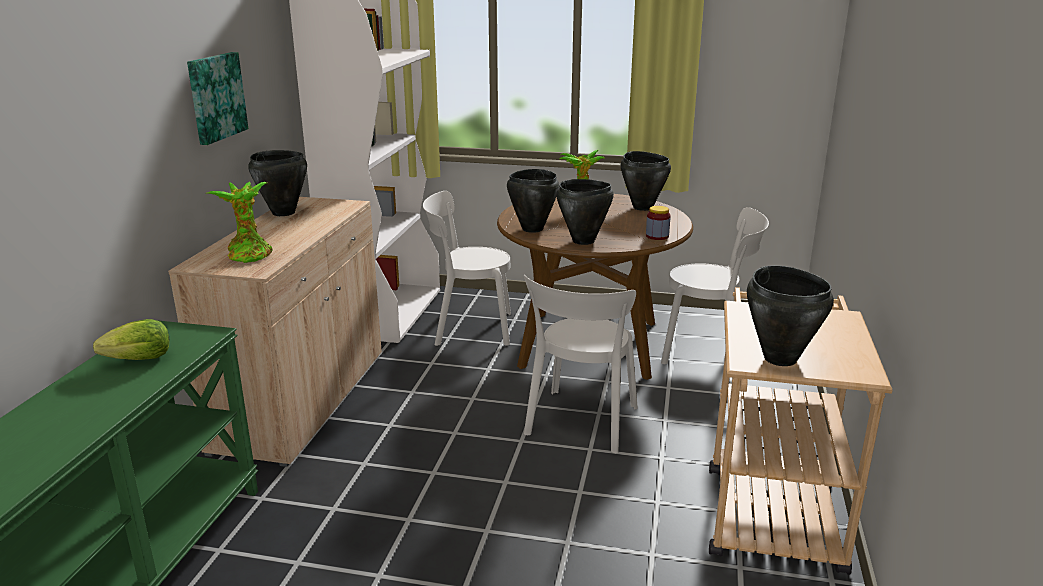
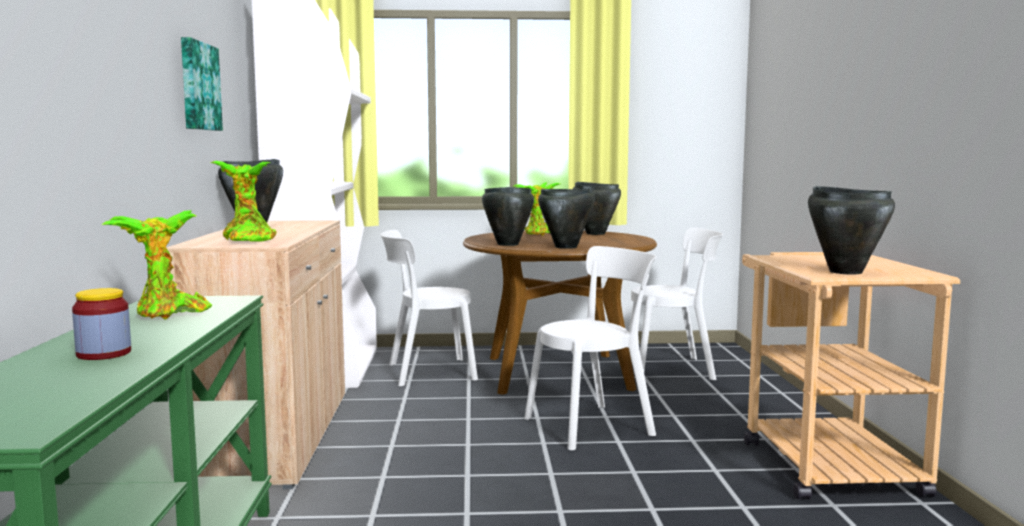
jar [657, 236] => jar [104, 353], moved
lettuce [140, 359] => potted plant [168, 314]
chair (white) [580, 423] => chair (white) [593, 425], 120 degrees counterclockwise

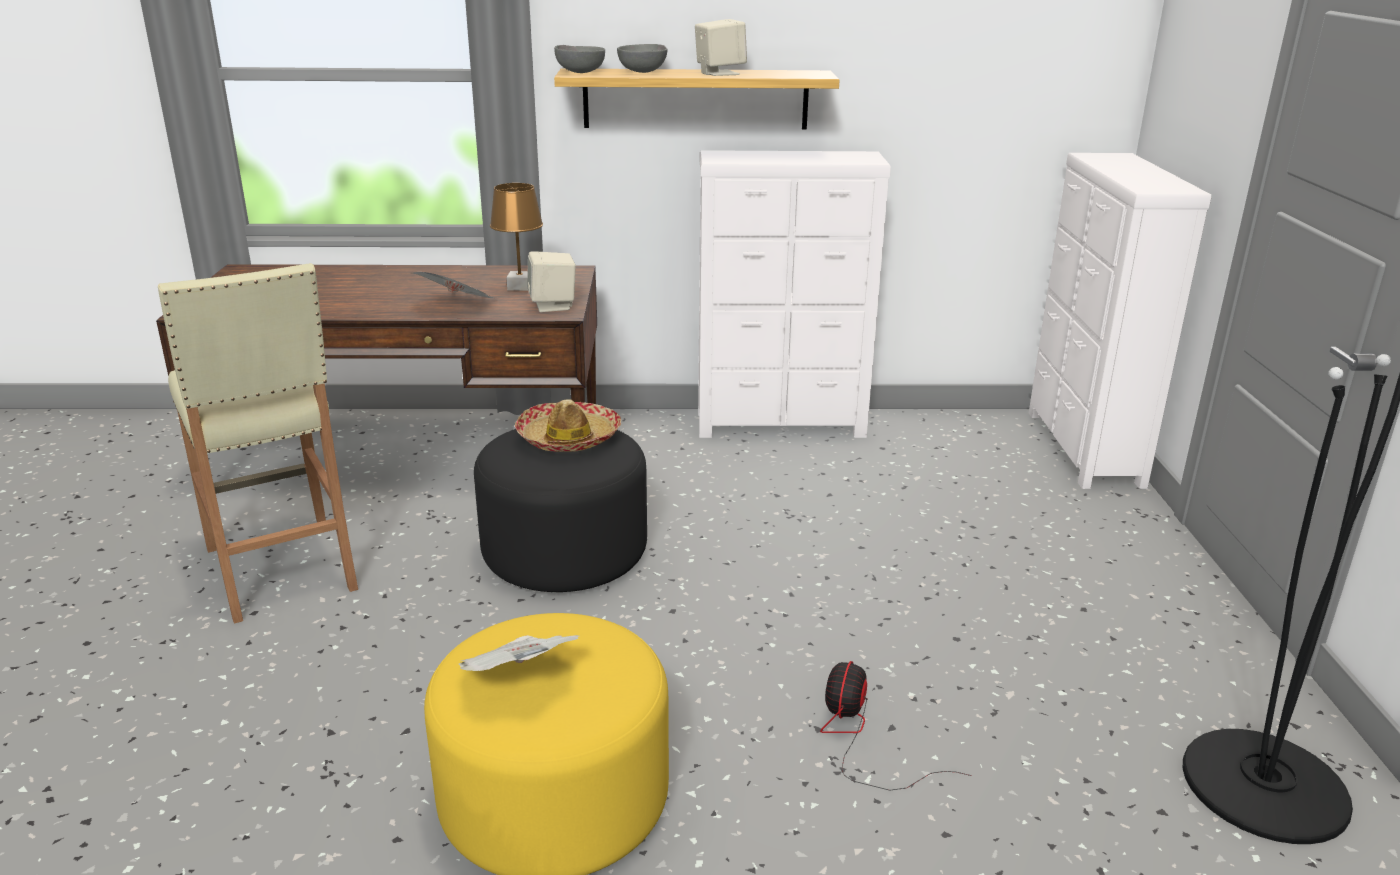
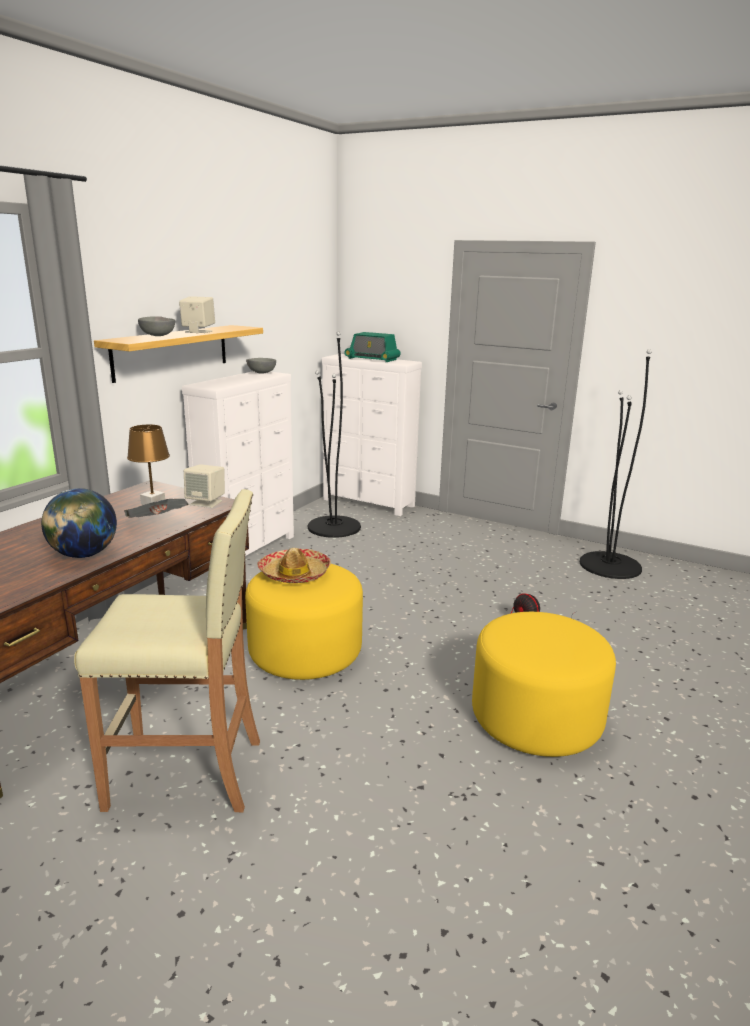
nothing => world globe [84, 555]
ottoman (black-coloured) [564, 553] => ottoman (yellow) [305, 652]
bowl (gray) [580, 72] => bowl (gray) [260, 373], moved
nothing => floor lamp (black-coloured) [334, 527]
nothing => radio [372, 359]
daily paper [520, 677] => nothing

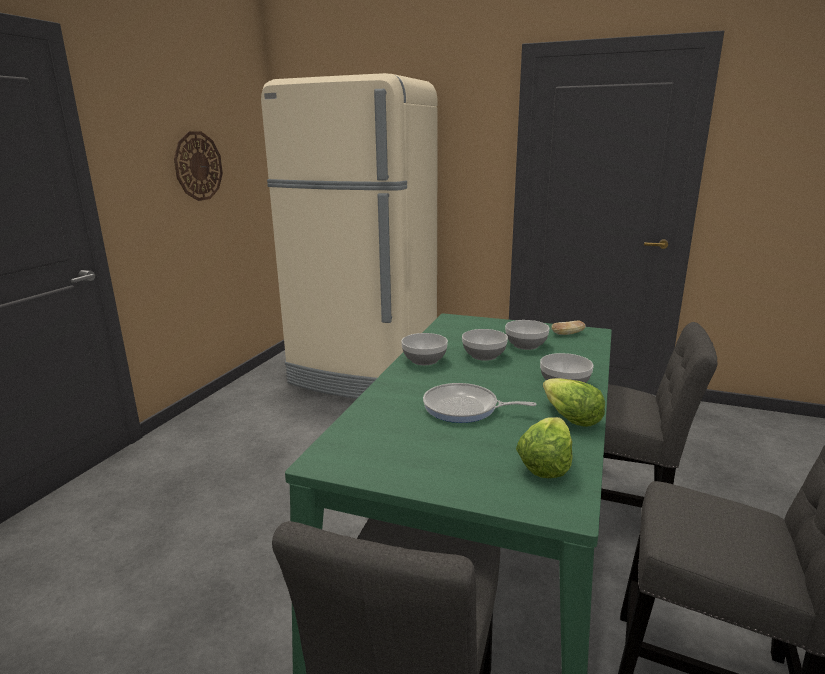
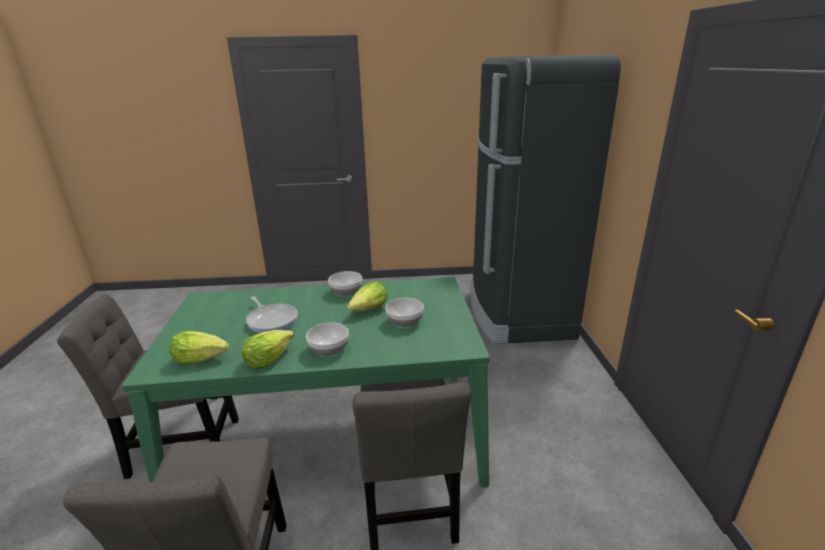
skillet [464, 408] => skillet [272, 320], 150 degrees clockwise
bowl [484, 355] => lettuce [369, 309]
fridge (beige-coloured) [363, 376] => fridge (black-coloured) [518, 314]
hanging clock [198, 166] => nothing
bakery bread [567, 334] => nothing

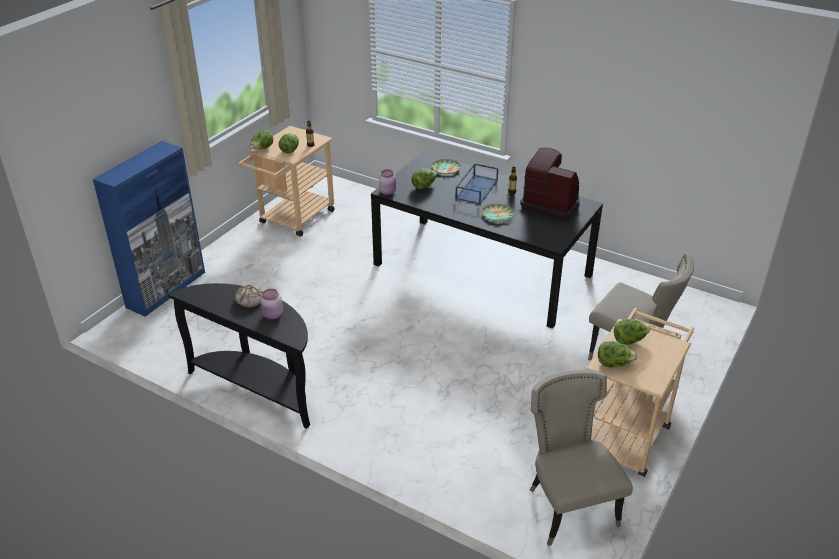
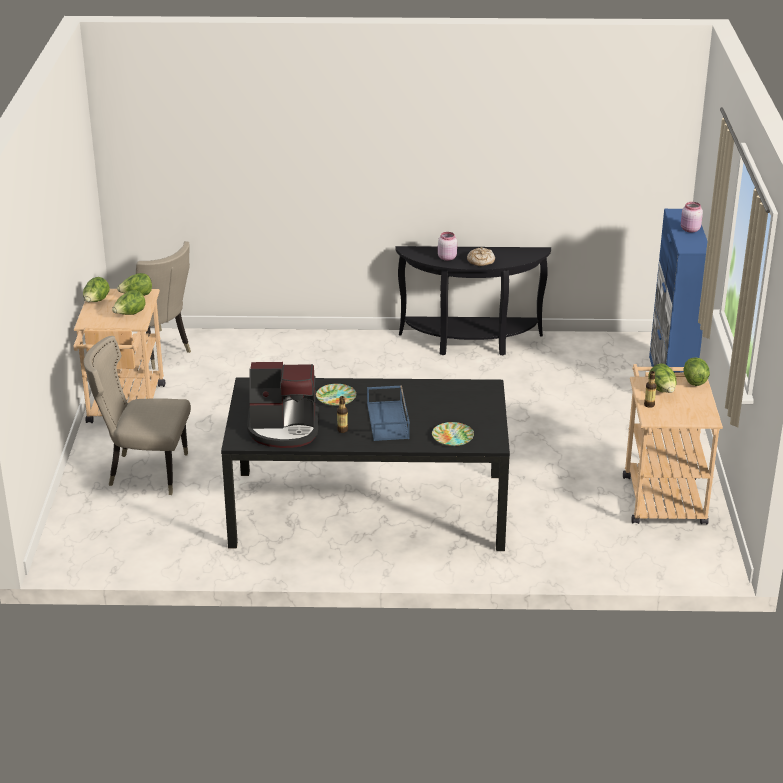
lettuce [424, 186] => lettuce [96, 301], moved
jar (pink) [388, 192] => jar (pink) [690, 230], moved

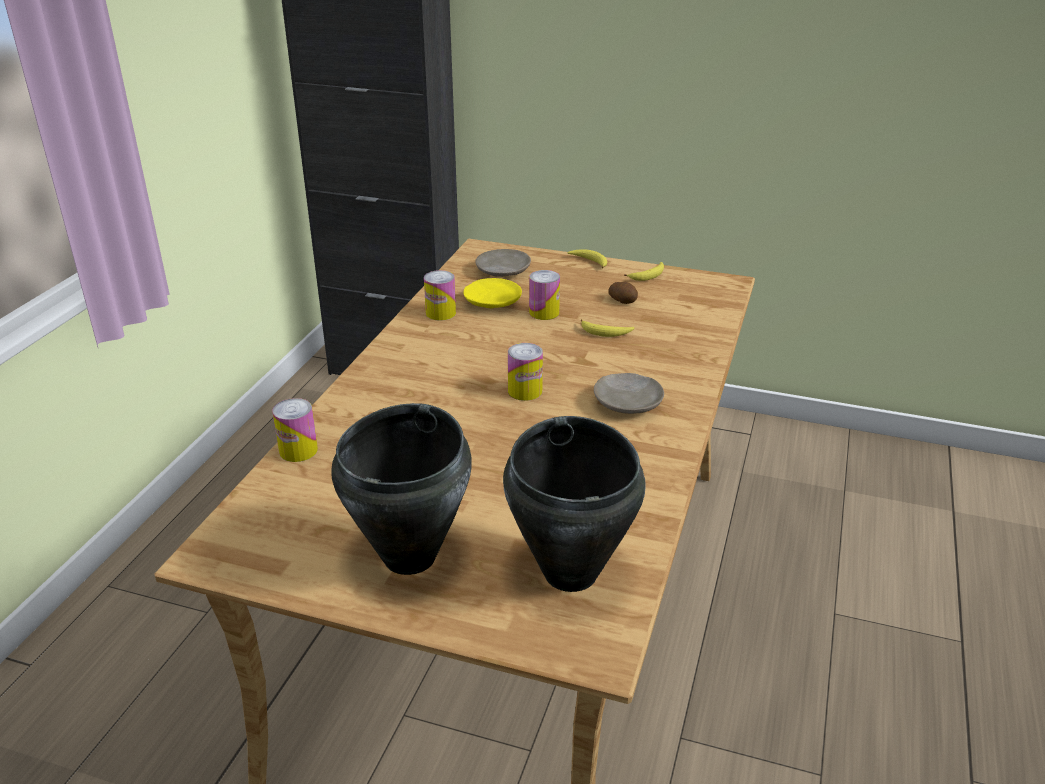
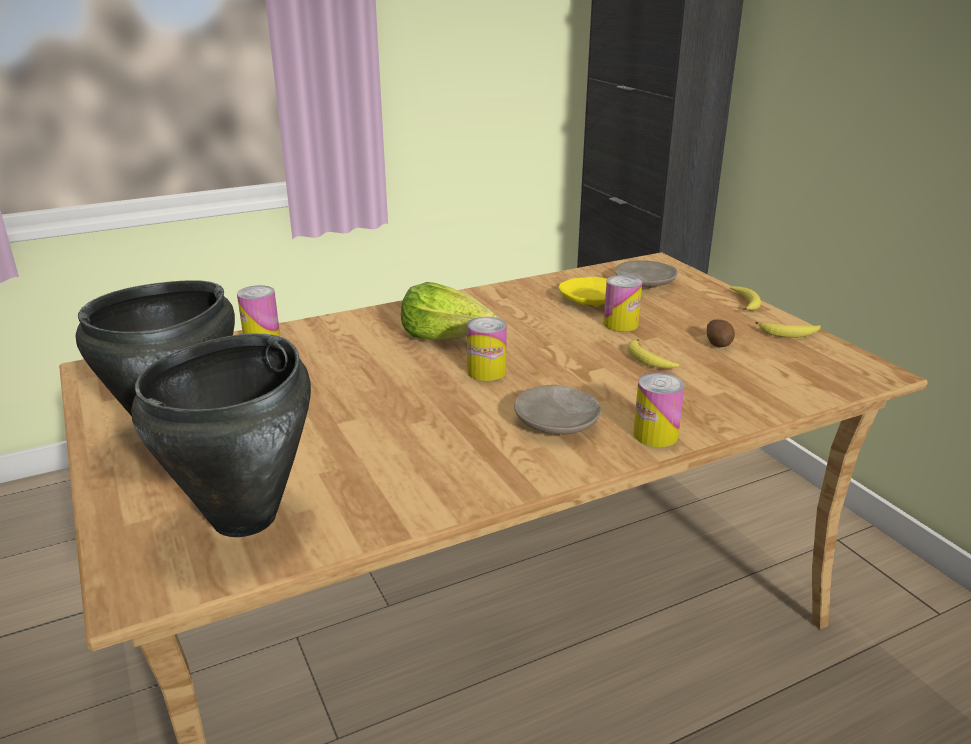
nothing => lettuce [446, 336]
can [440, 313] => can [655, 435], moved

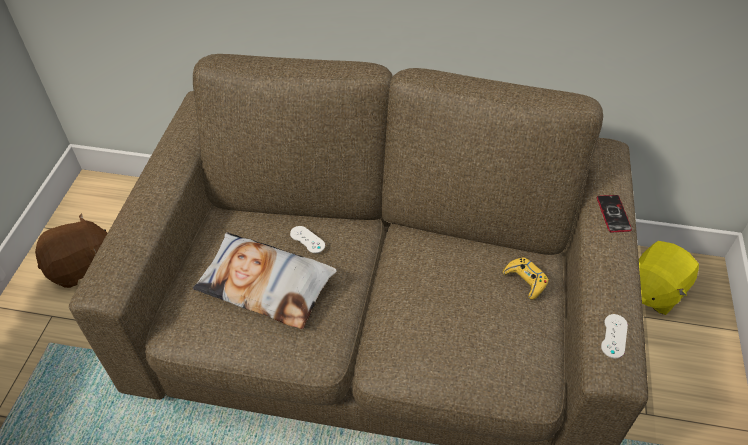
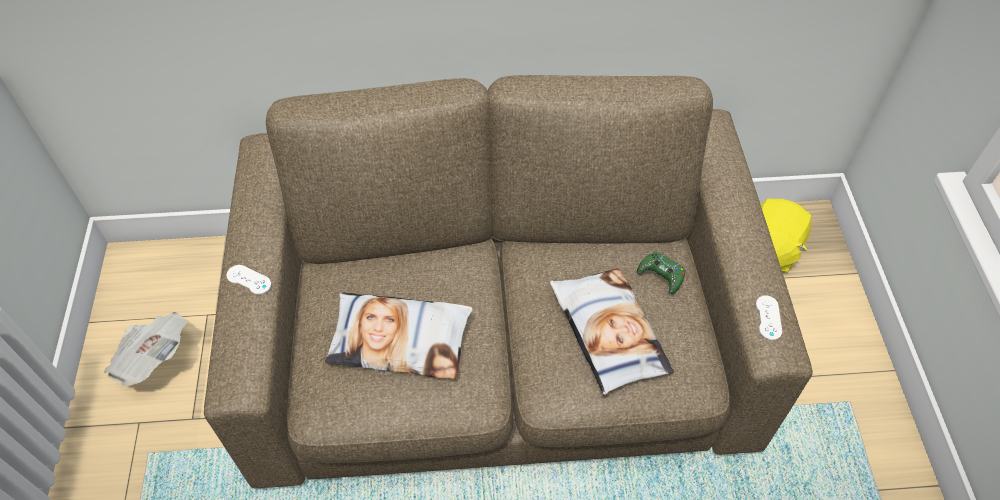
cuddly toy (brown-coloured) [82, 266] => daily paper [153, 358]
game controller (white) [307, 239] => game controller (white) [249, 280], moved
nothing => pillow [607, 333]
game controller (yellow) [525, 280] => game controller (green-coloured) [661, 275]
handset [613, 214] => nothing

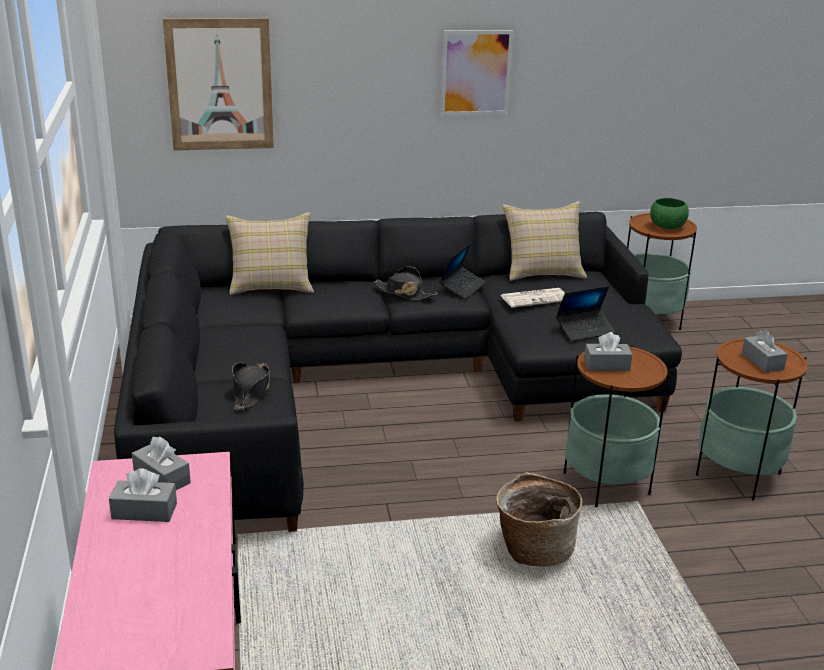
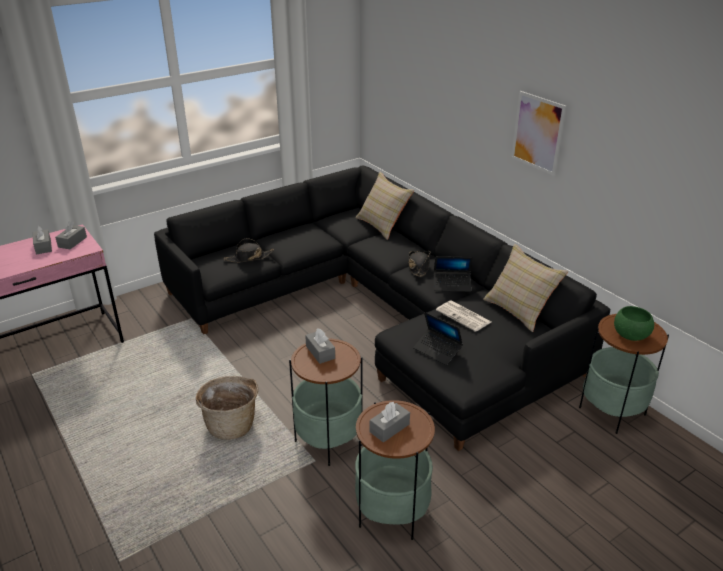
picture [220, 85] => nothing

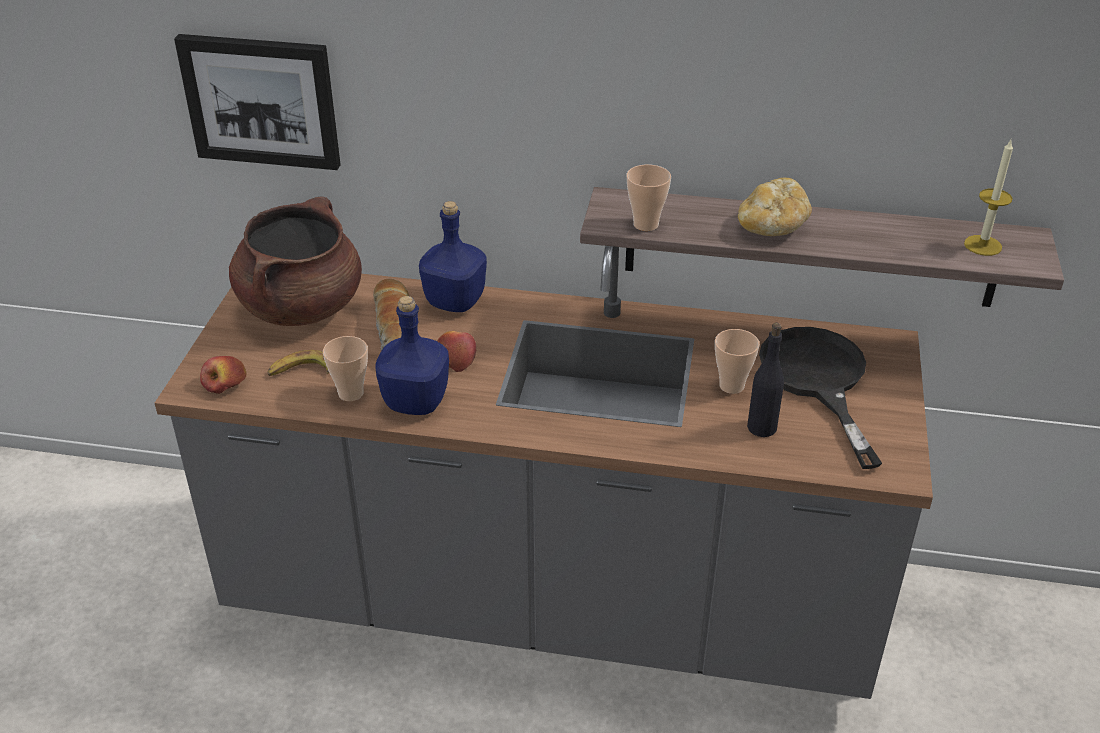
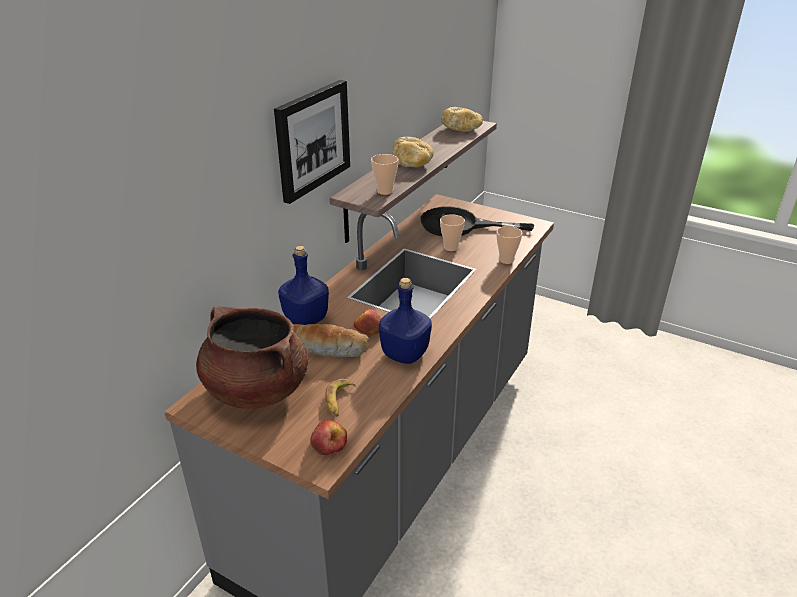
picture [261, 101] => picture [312, 139], moved
wax light [983, 245] => bakery bread [461, 129]
small cup [351, 393] => small cup [506, 260], moved
bottle (black-coloured) [762, 427] => nothing

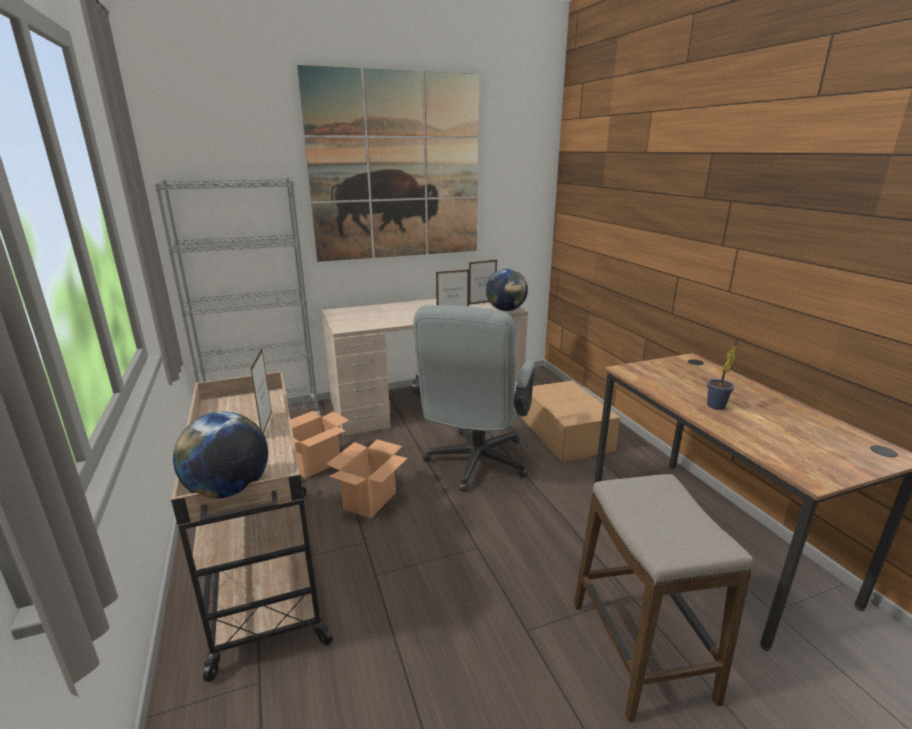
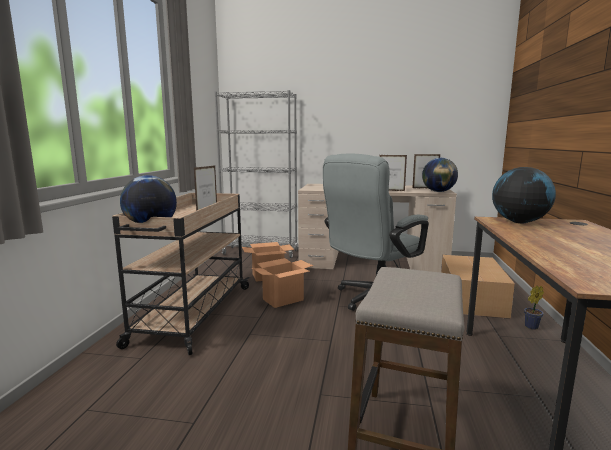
nothing => world globe [519, 222]
potted plant [715, 407] => potted plant [530, 327], moved
picture [396, 168] => nothing

